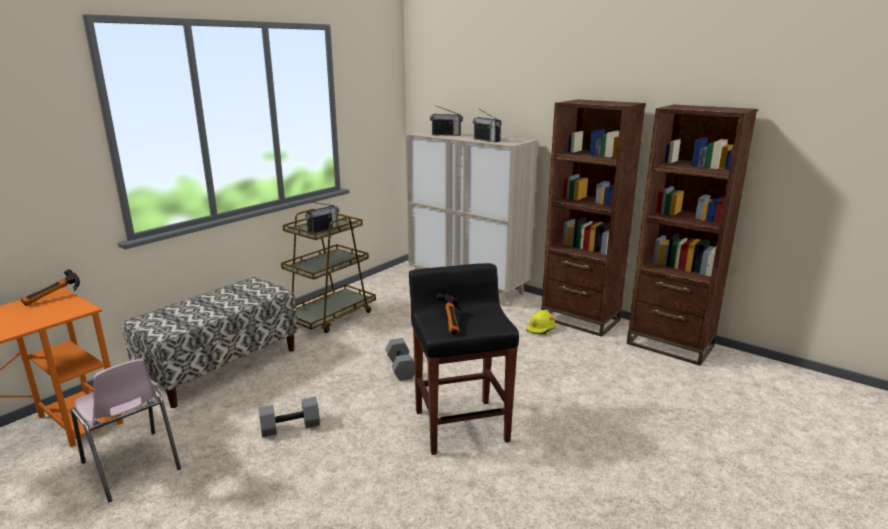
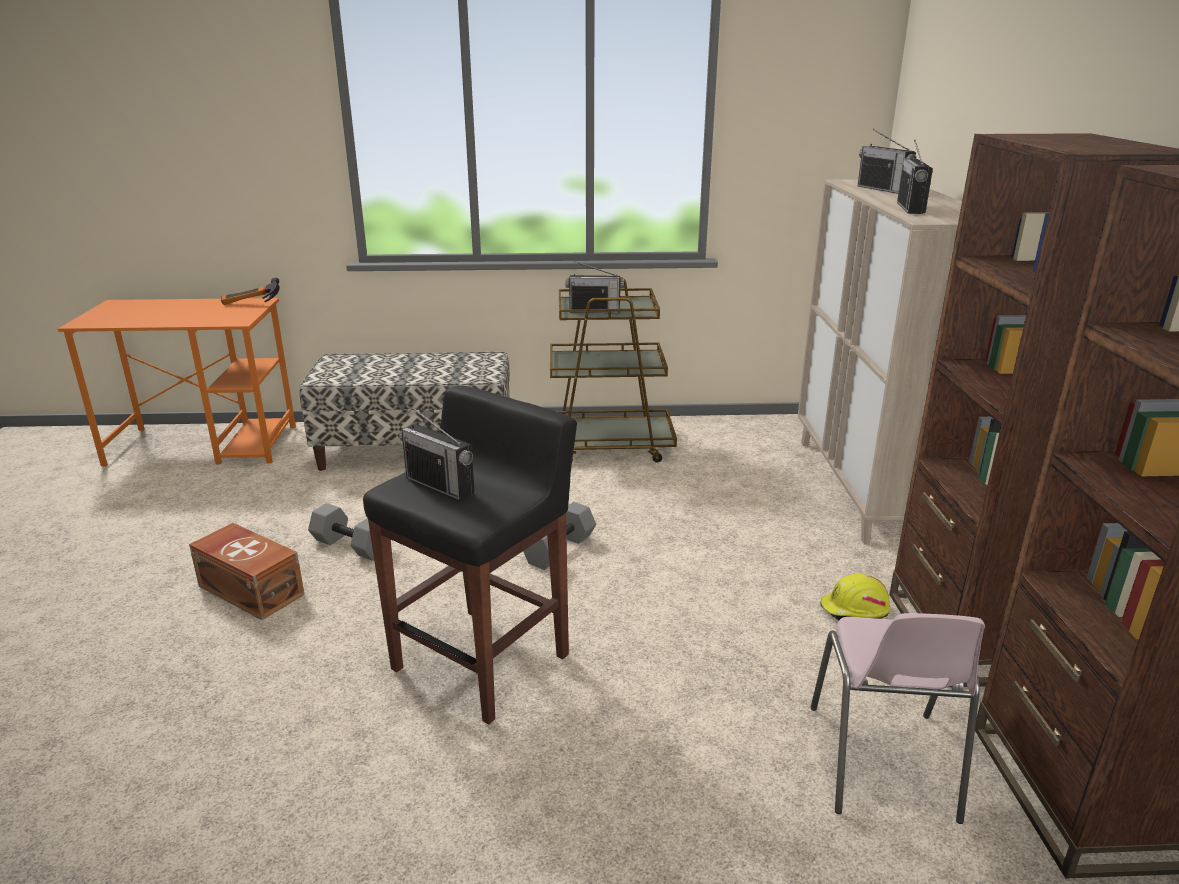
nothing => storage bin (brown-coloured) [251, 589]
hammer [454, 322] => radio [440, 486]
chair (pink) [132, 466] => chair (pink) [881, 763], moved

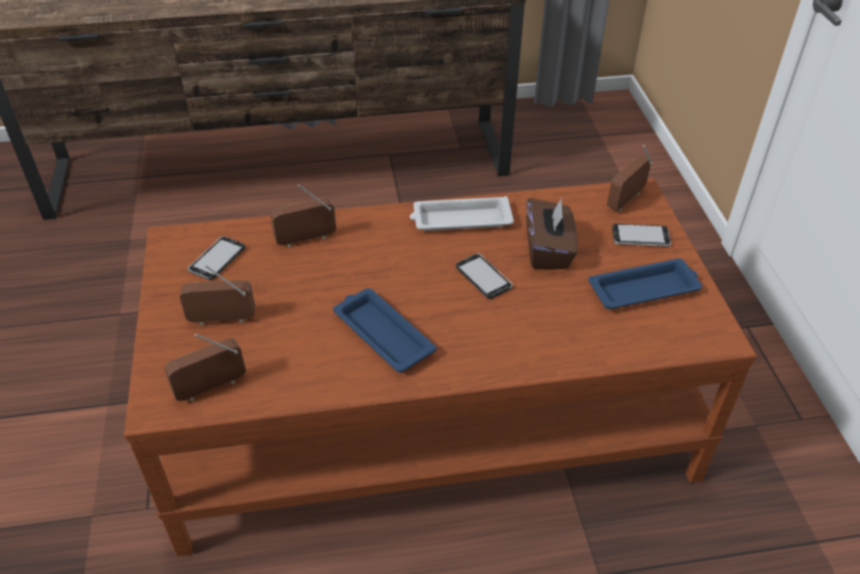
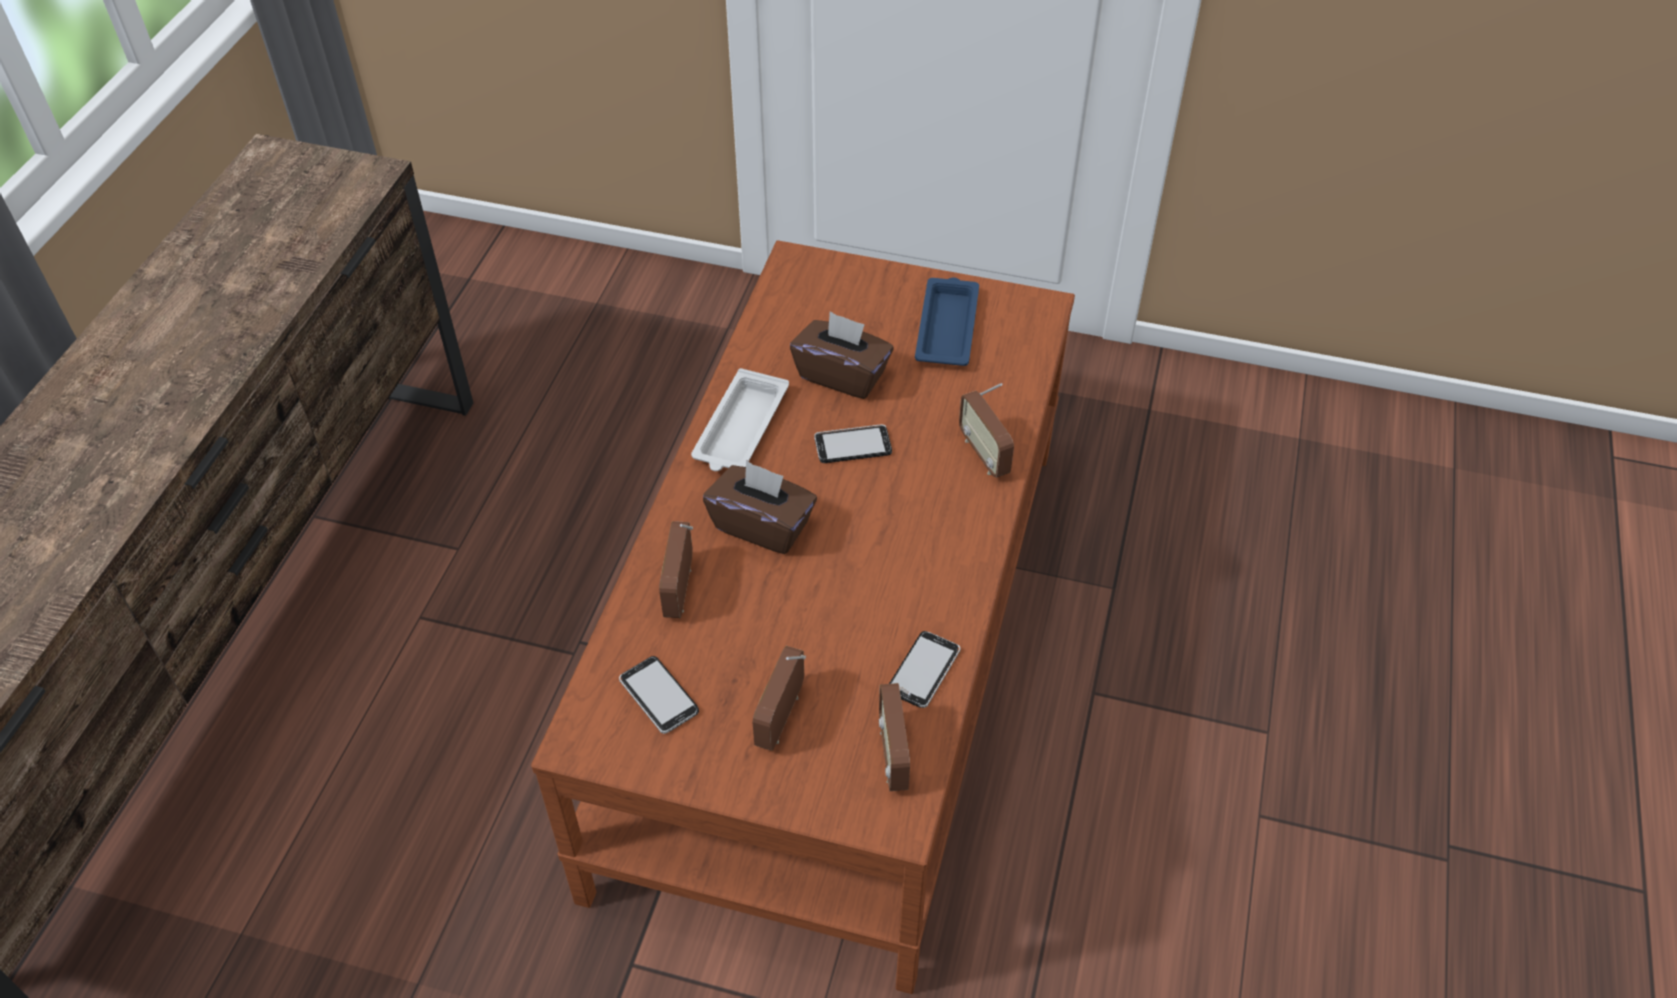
nothing => tissue holder (brown-coloured) [762, 525]
handset [640, 237] => handset [923, 671], moved
radio [626, 200] => radio [984, 454], moved
carrying tray (blue) [382, 334] => nothing

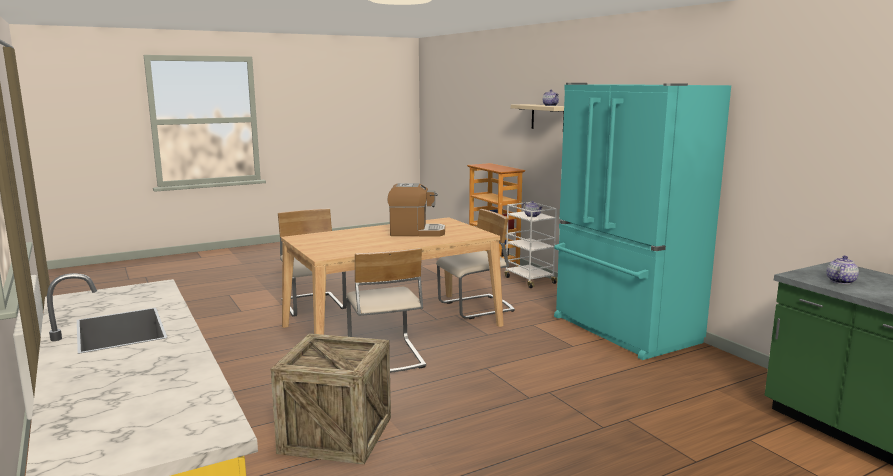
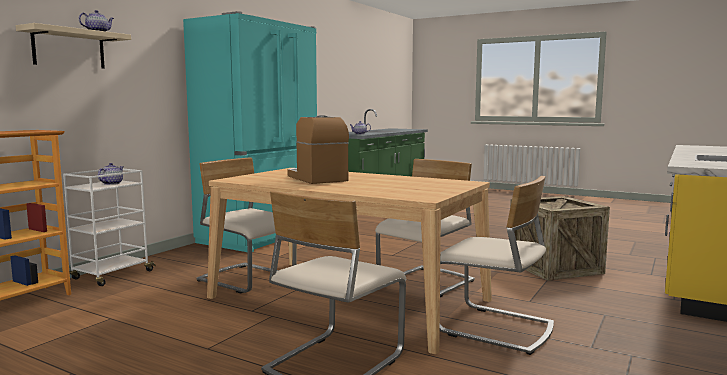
nothing => chair (beige-coloured) [494, 329]

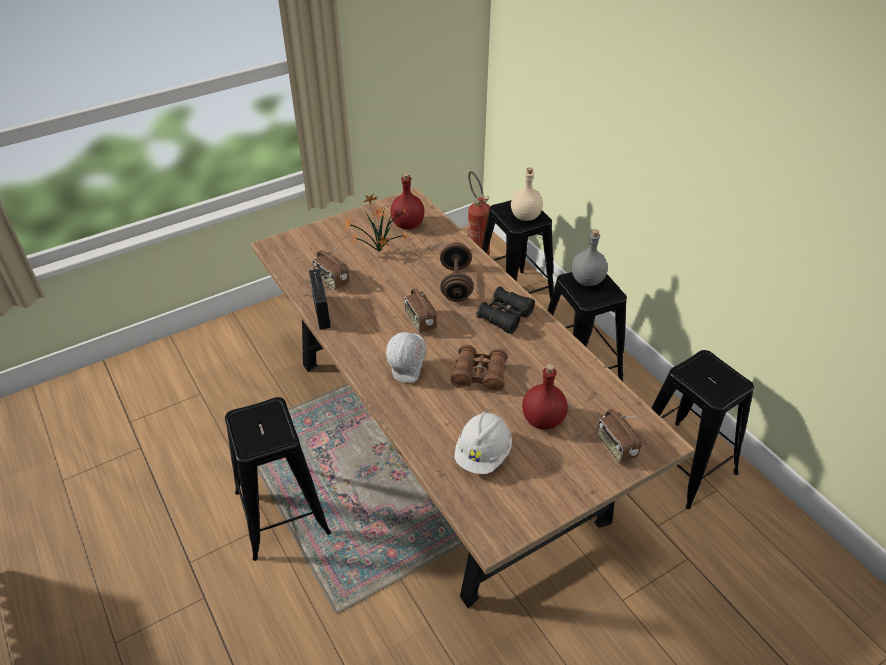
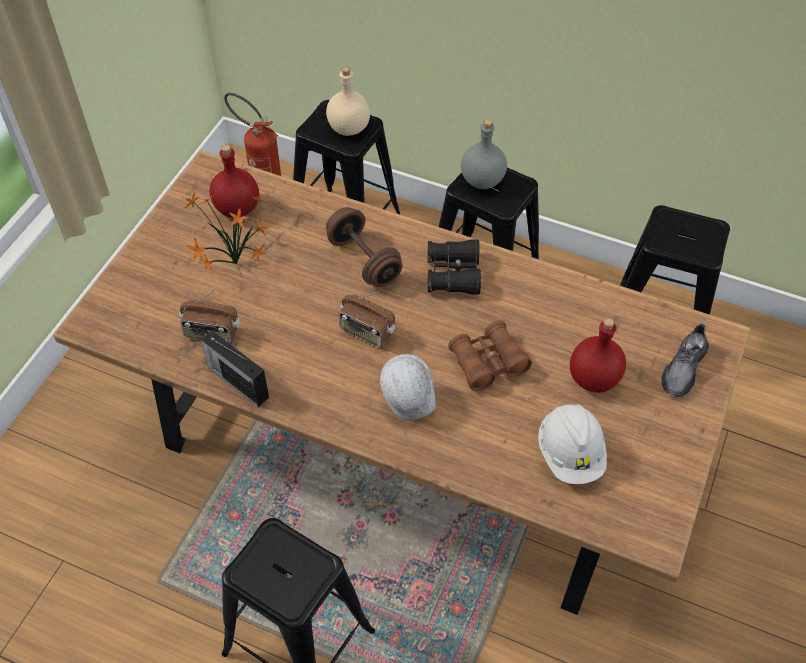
radio [615, 447] => shoe (gray) [683, 368]

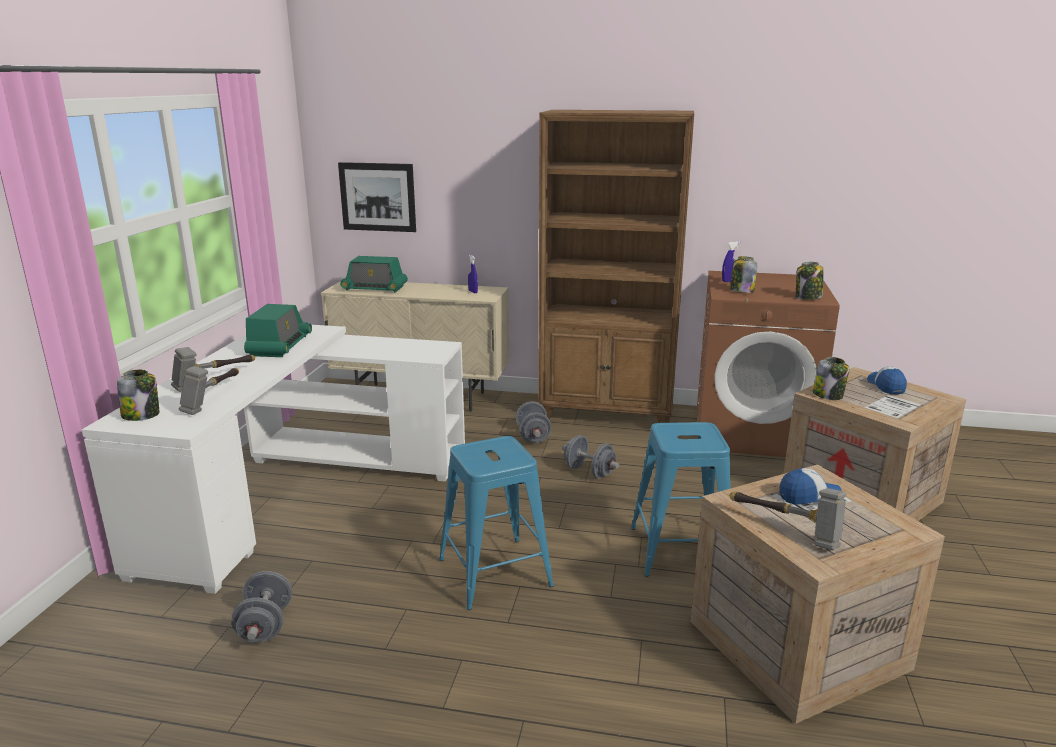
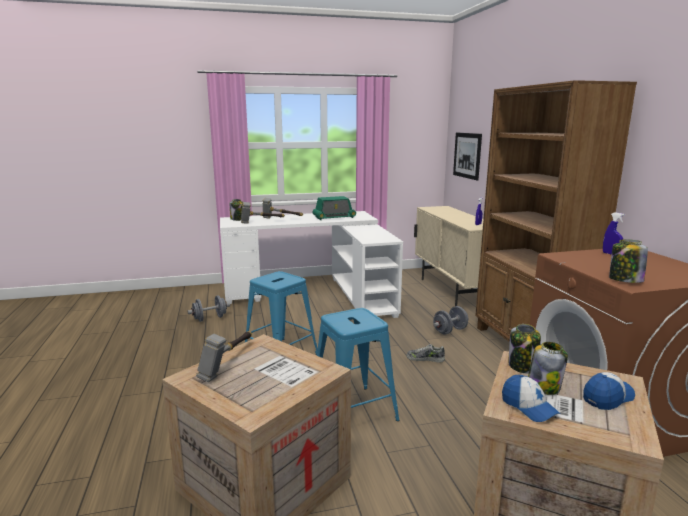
hand weight (gray) [589, 472] => shoe [425, 358]
peaked cap [809, 496] => peaked cap [528, 407], moved
jar [741, 291] => jar [544, 387], moved
radio [374, 288] => nothing

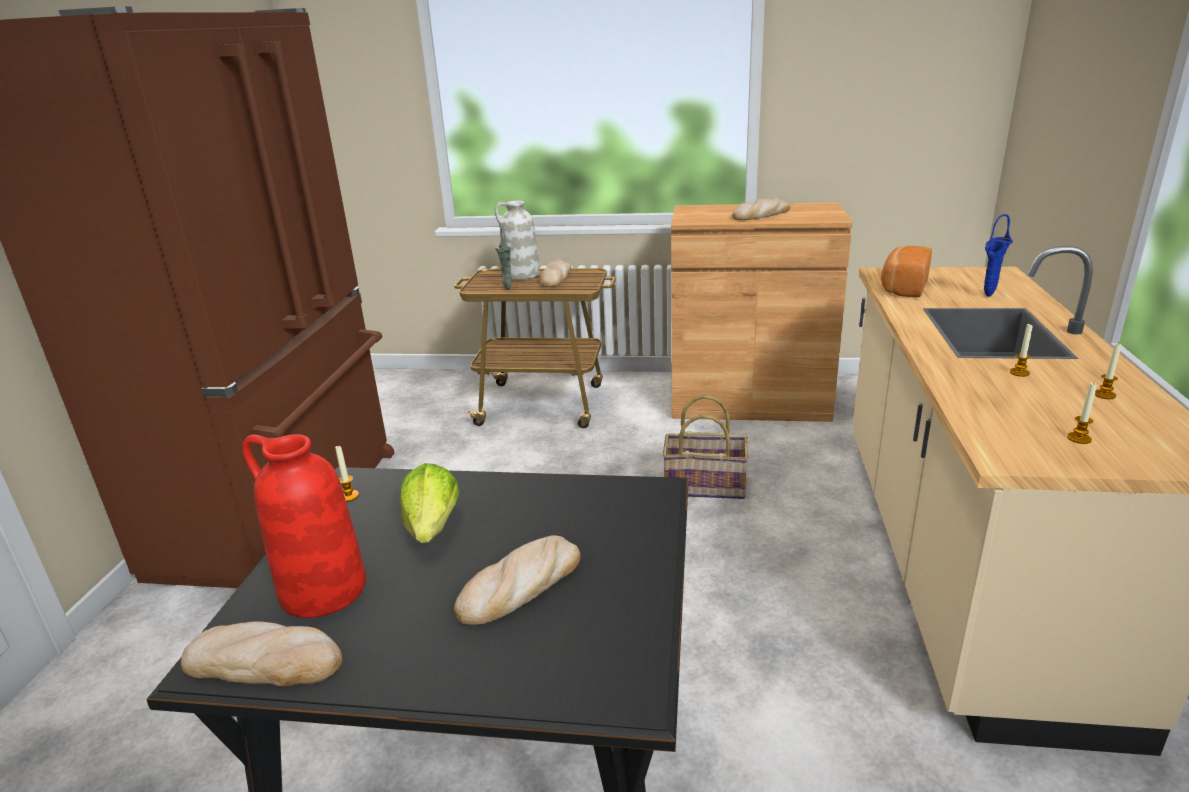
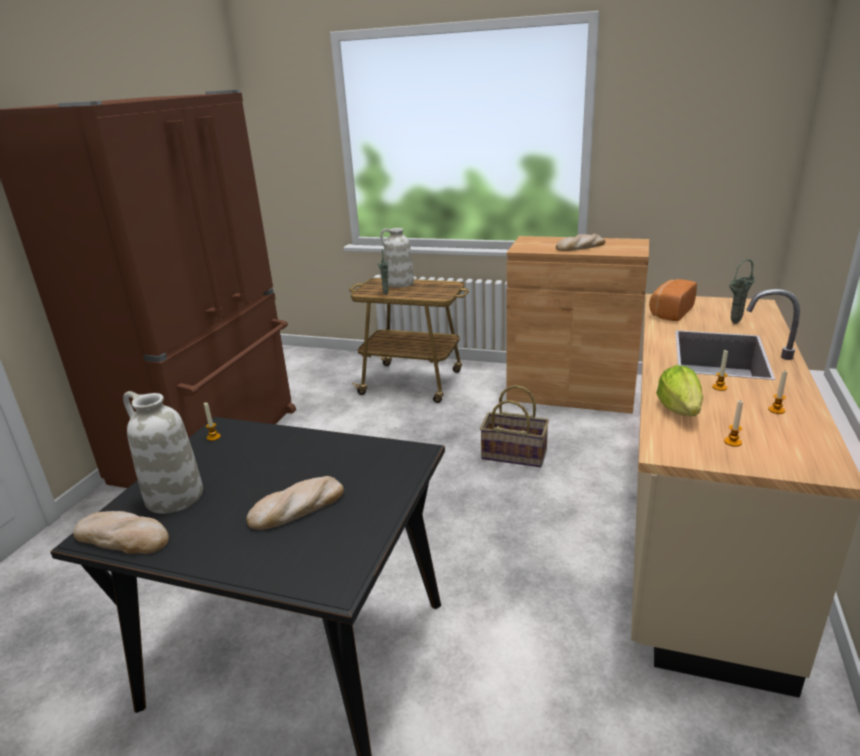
decorative vase (red) [321, 590] => decorative vase (white) [173, 497]
lettuce [432, 527] => lettuce [679, 410], moved
decorative vase (blue) [988, 296] => decorative vase (green-coloured) [734, 323]
bakery bread [556, 277] => nothing

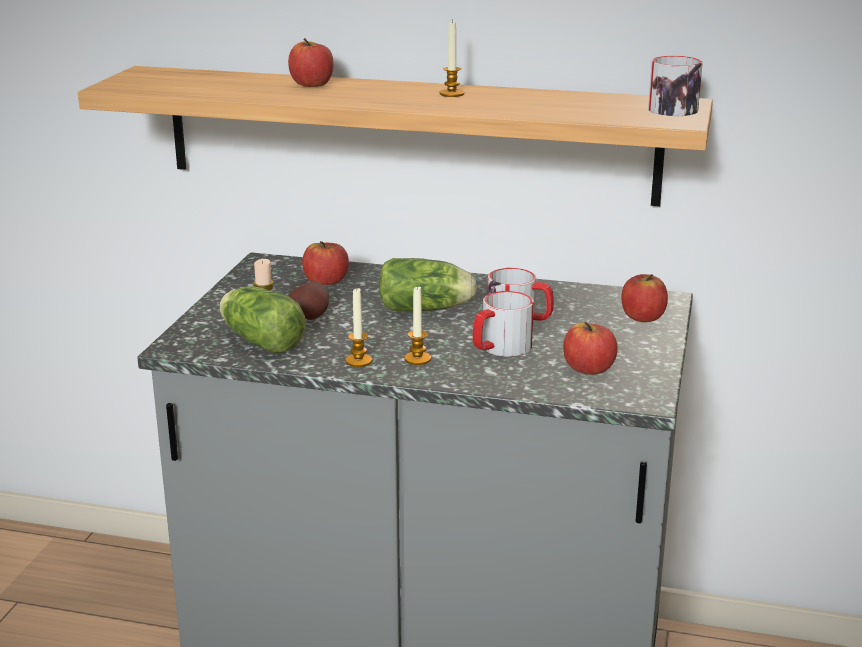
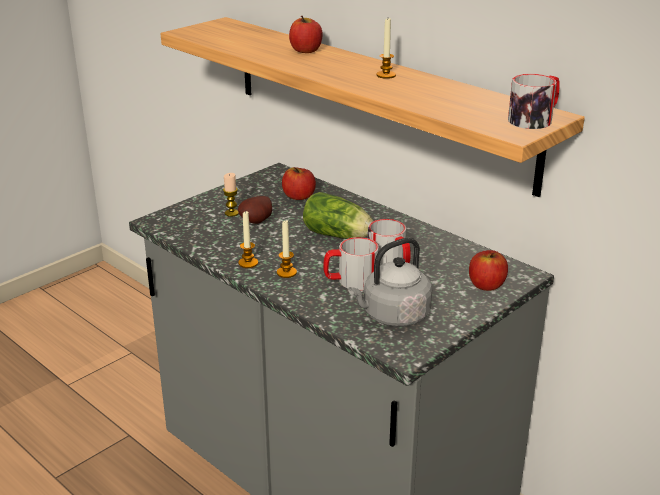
apple fruit [589, 369] => water kettle (gray) [393, 316]
lettuce [259, 340] => nothing

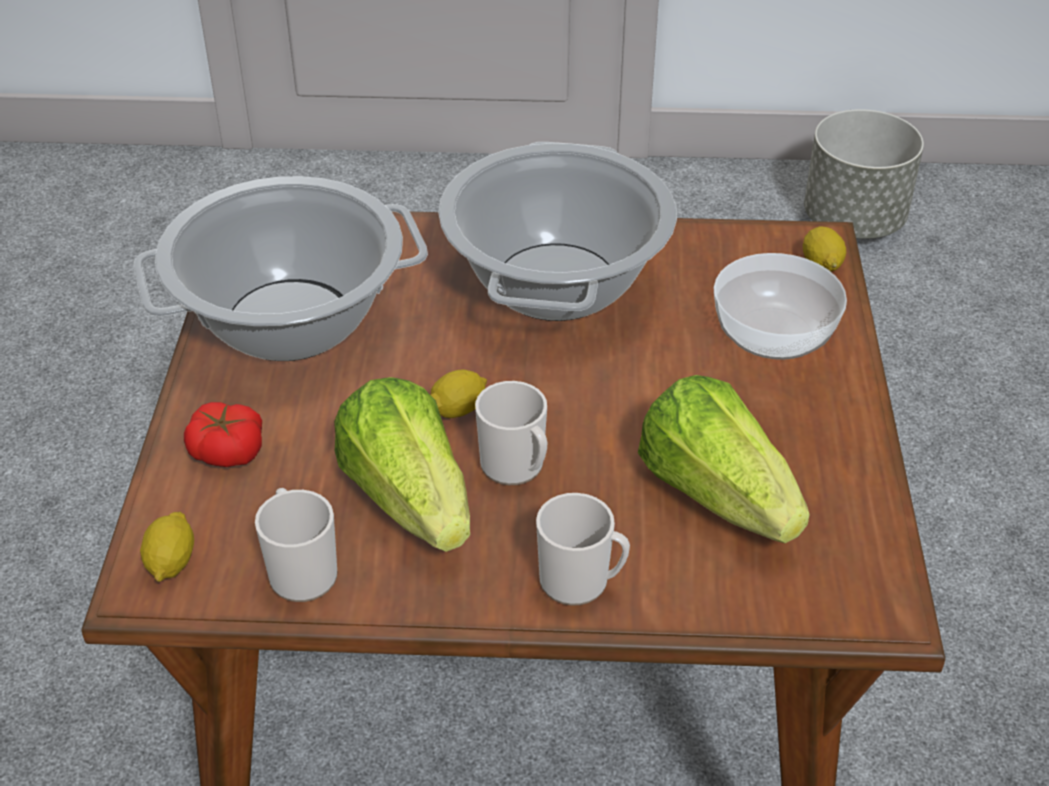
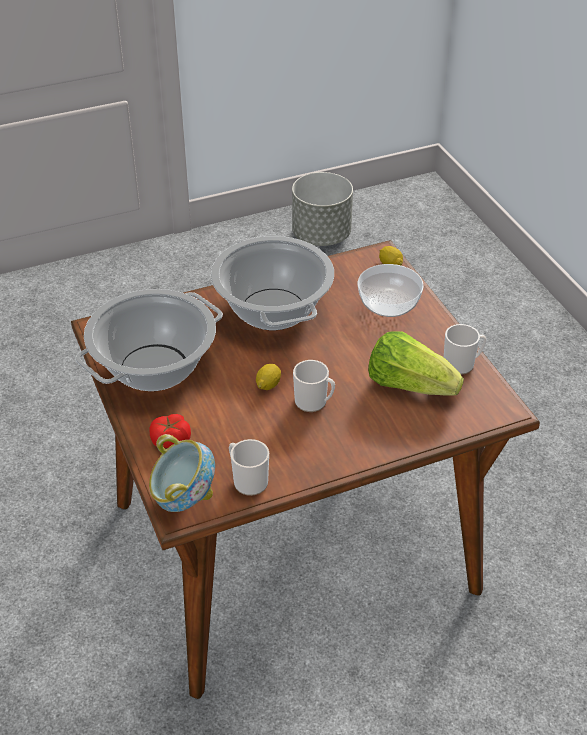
whole lemon [171, 562] => bowl [183, 498]
mug [581, 582] => mug [462, 364], moved
lettuce [409, 498] => nothing

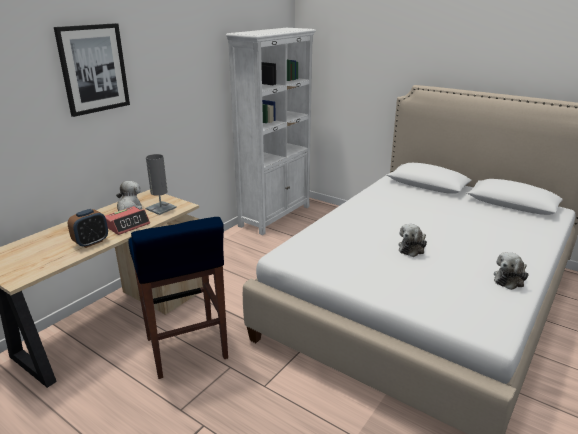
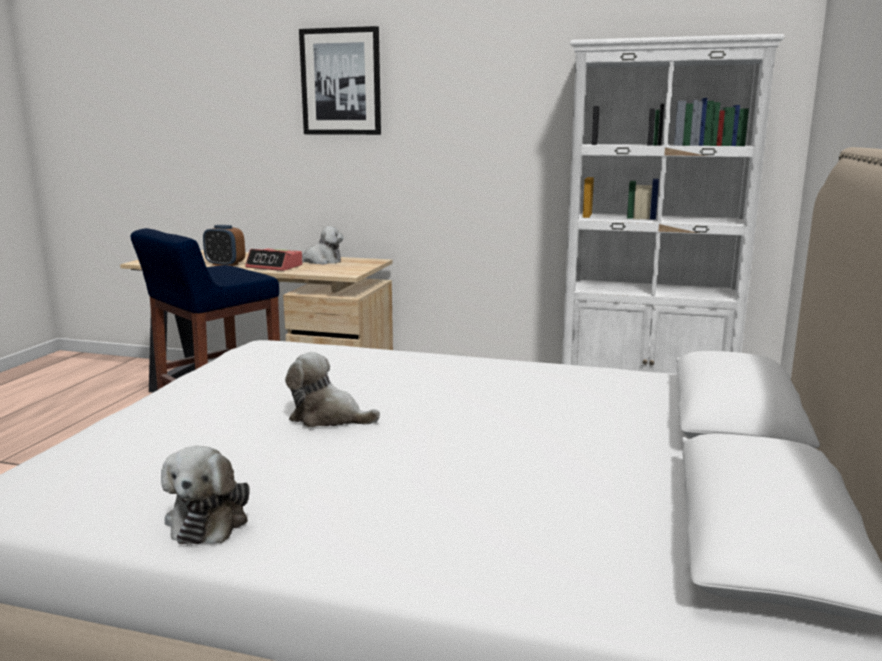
cuddly toy [510, 279] => cuddly toy [210, 519], 120 degrees counterclockwise
lamp for a table (gray) [161, 208] => nothing

